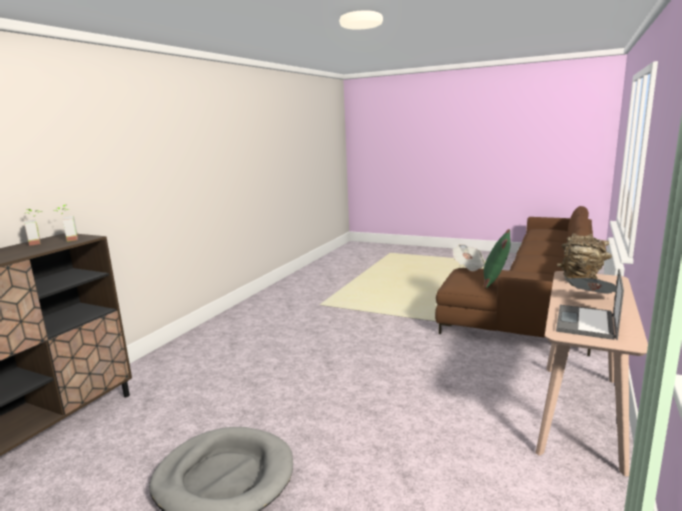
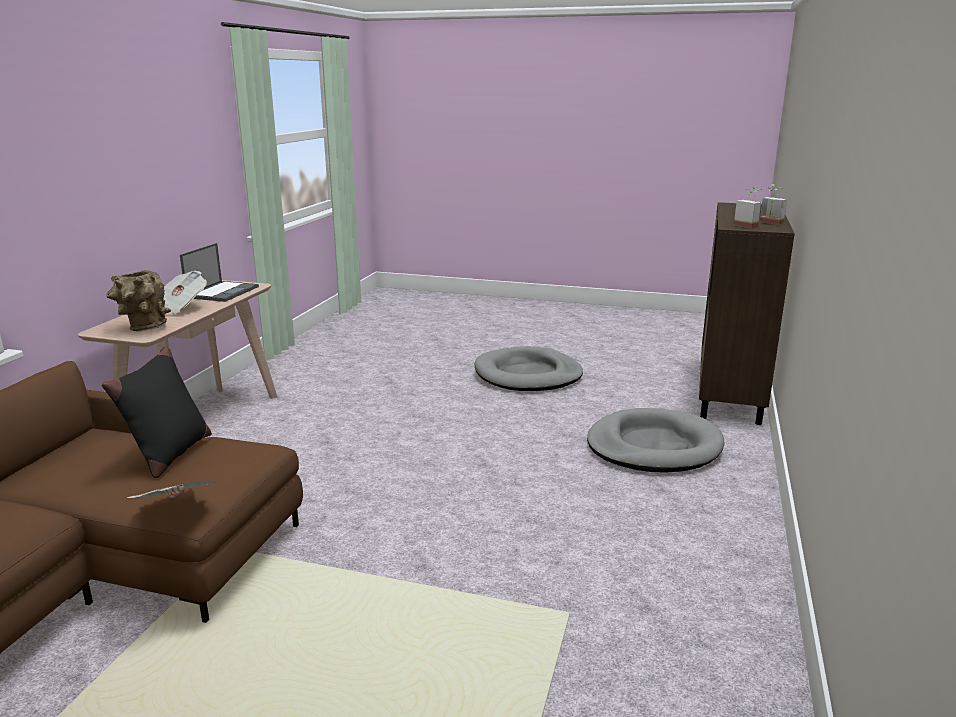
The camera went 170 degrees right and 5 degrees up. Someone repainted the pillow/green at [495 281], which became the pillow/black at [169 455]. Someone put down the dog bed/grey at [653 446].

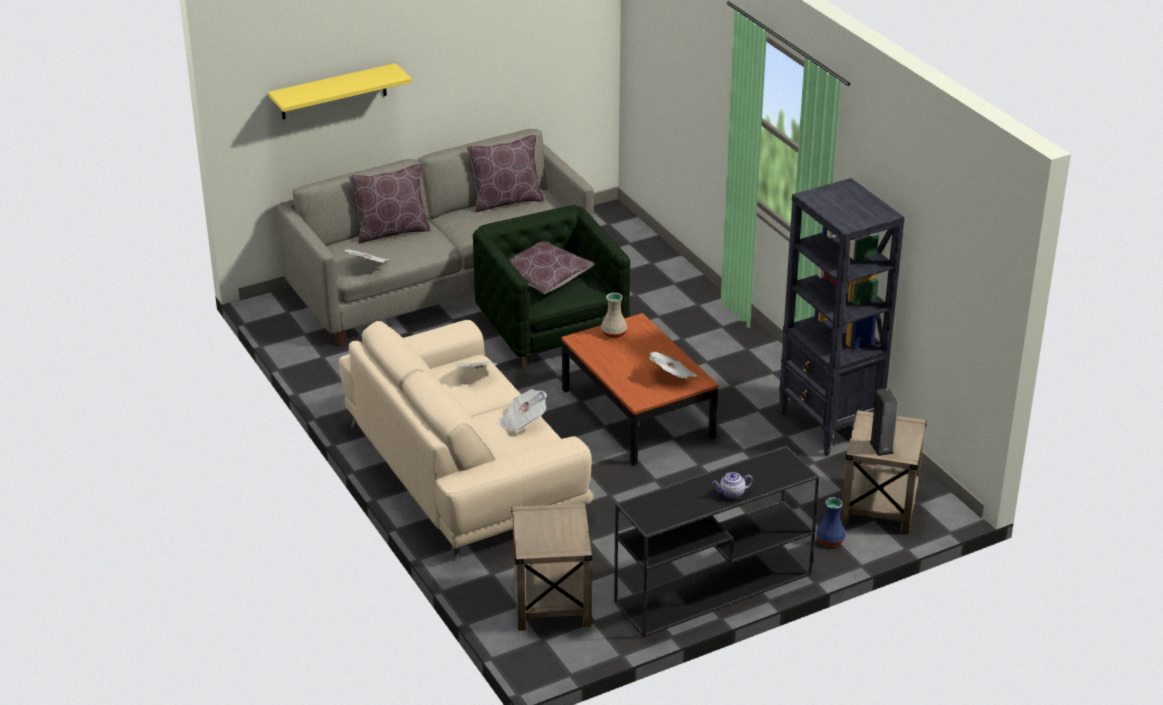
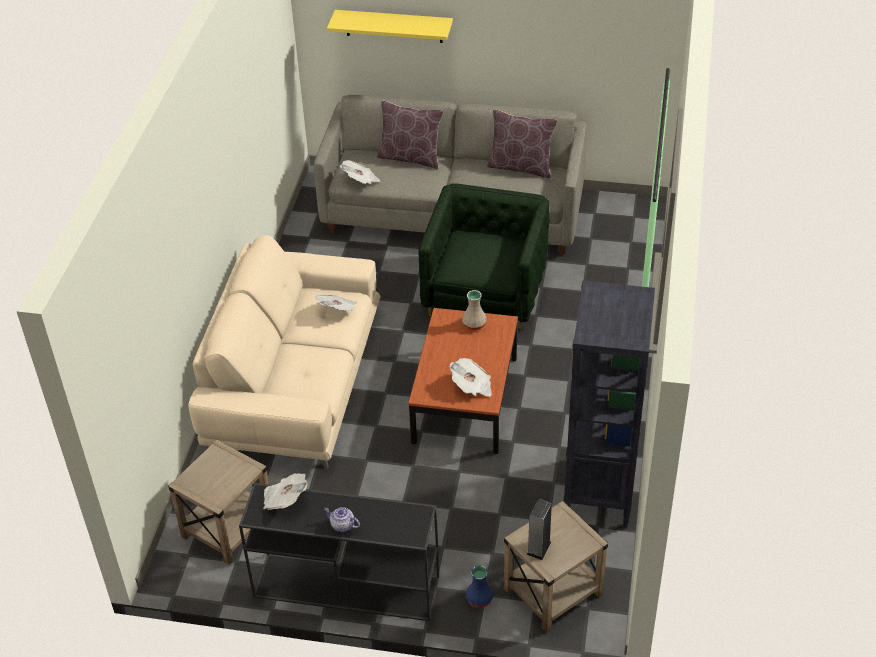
The camera went 40 degrees right and 10 degrees up. Someone carried the newspaper from [522 421] to [285 499]. Someone took away the pillow/brown at [544 278].

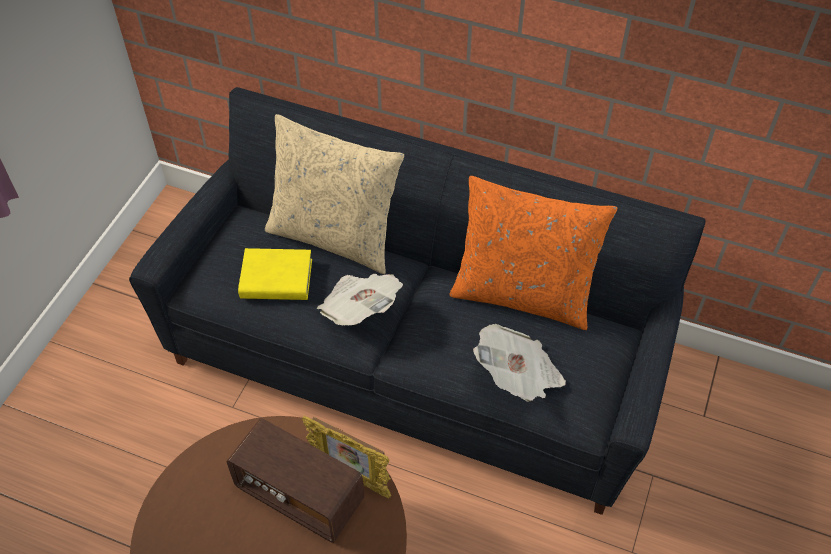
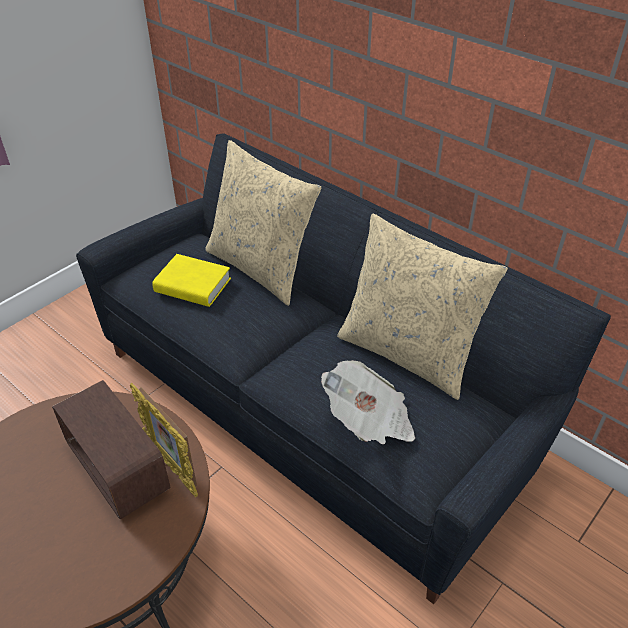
The camera went 20 degrees right and 10 degrees down. Someone took away the newspaper at [360 309]. Someone repainted the pillow/orange at [523 294], which became the pillow/beige at [408 353].

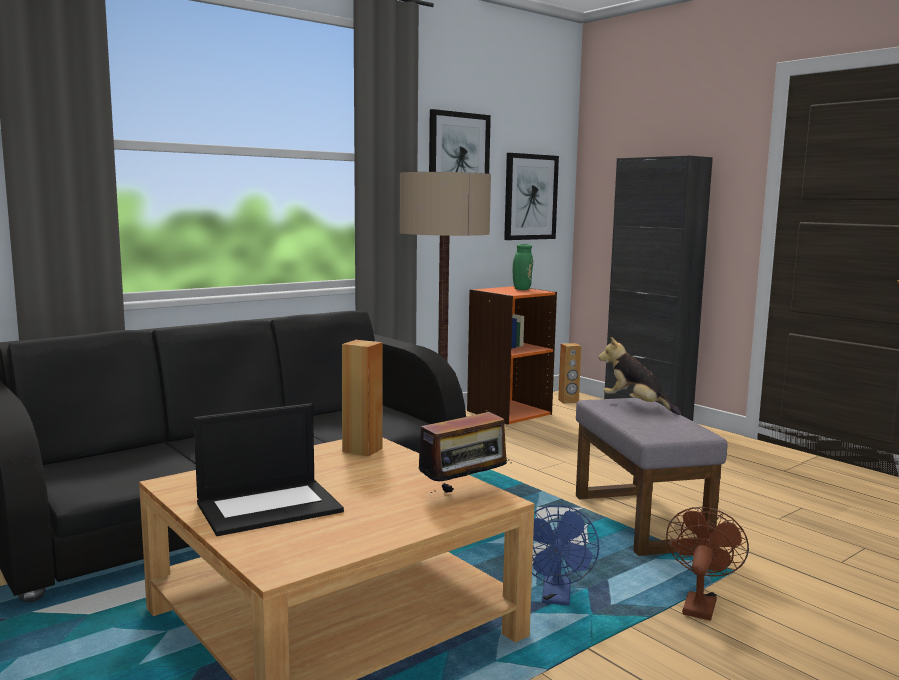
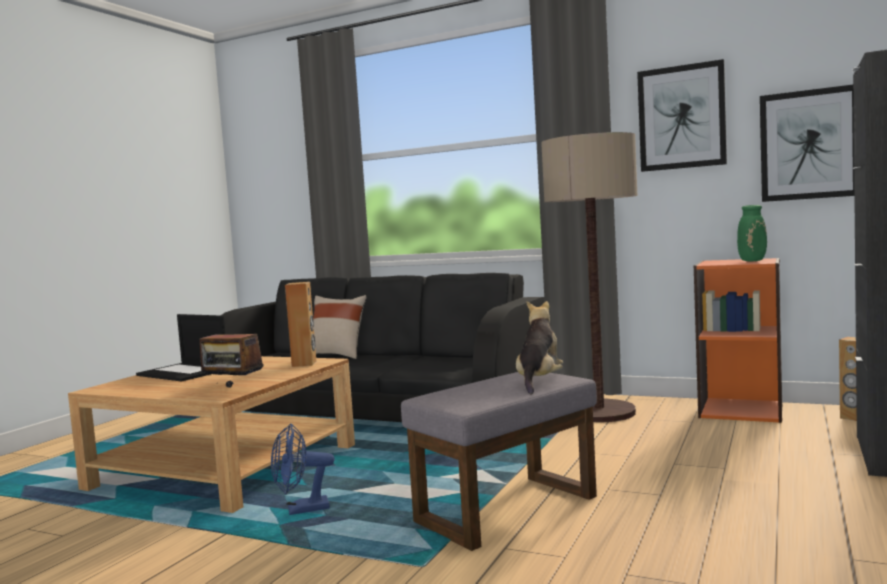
The camera went 65 degrees right and 5 degrees down. Someone took away the fan/brown at [699 604]. Someone put down the pillow/beige at [338 355].

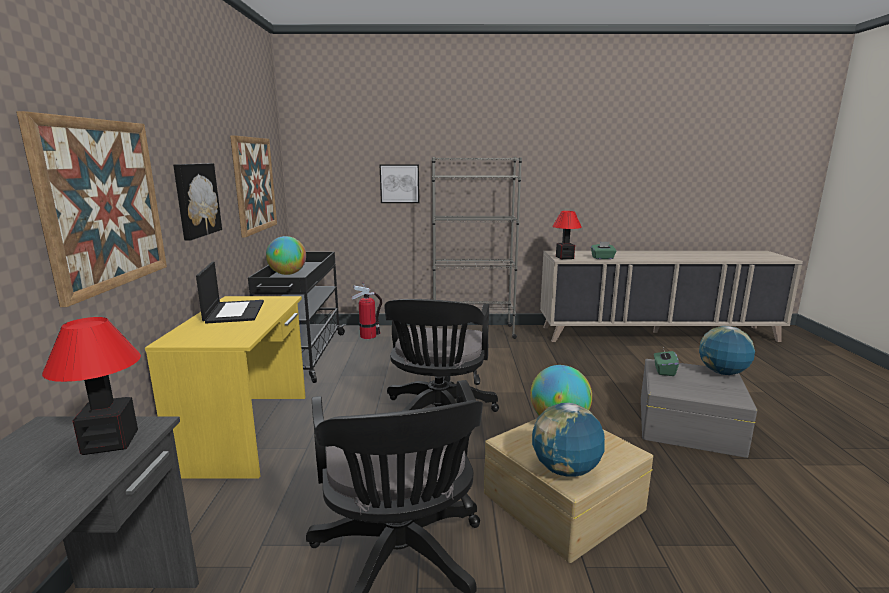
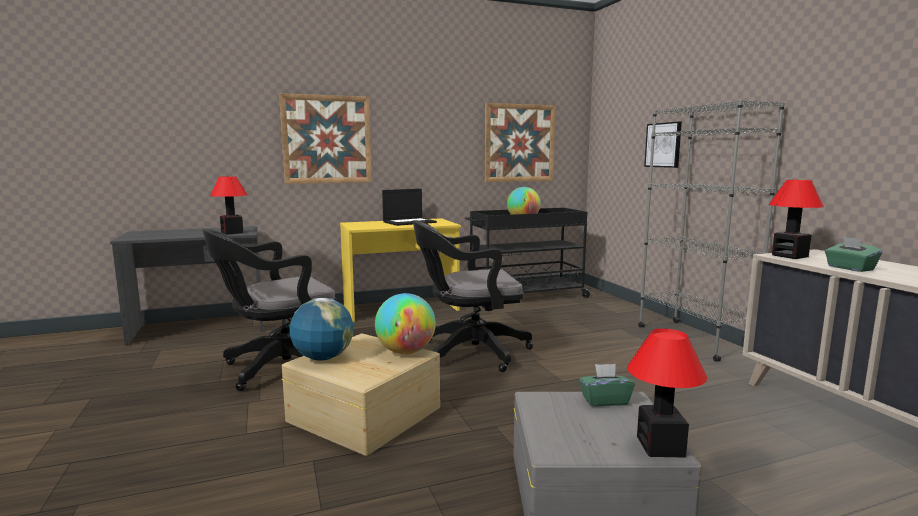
The camera went 70 degrees right and 5 degrees down. Someone took away the picture at [195 200]. Someone took away the fire extinguisher at [368 336]. Someone swapped the globe at [722 372] for the table lamp at [660 446].

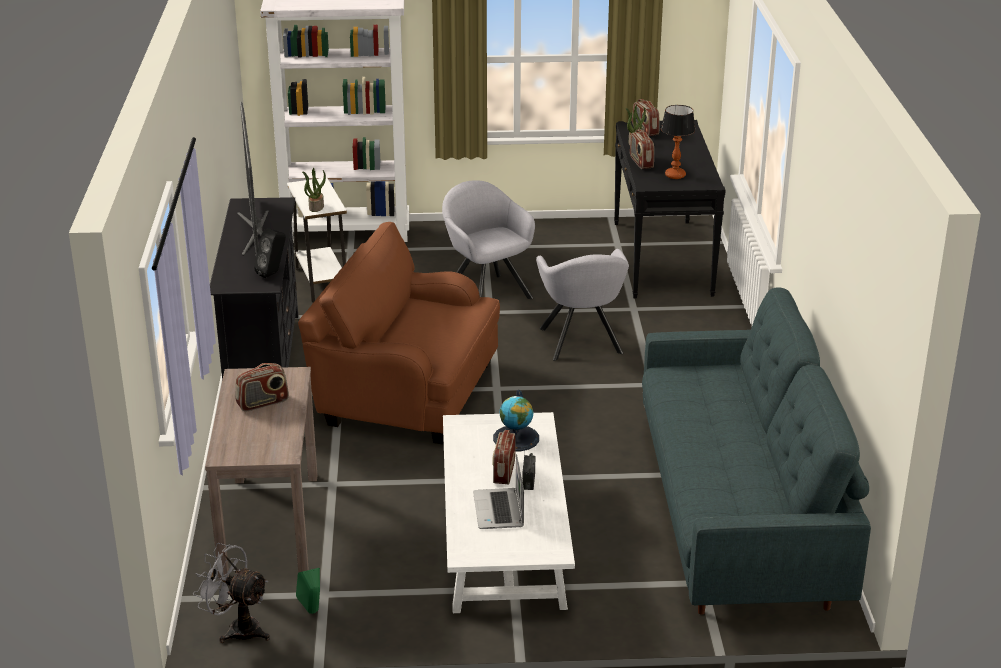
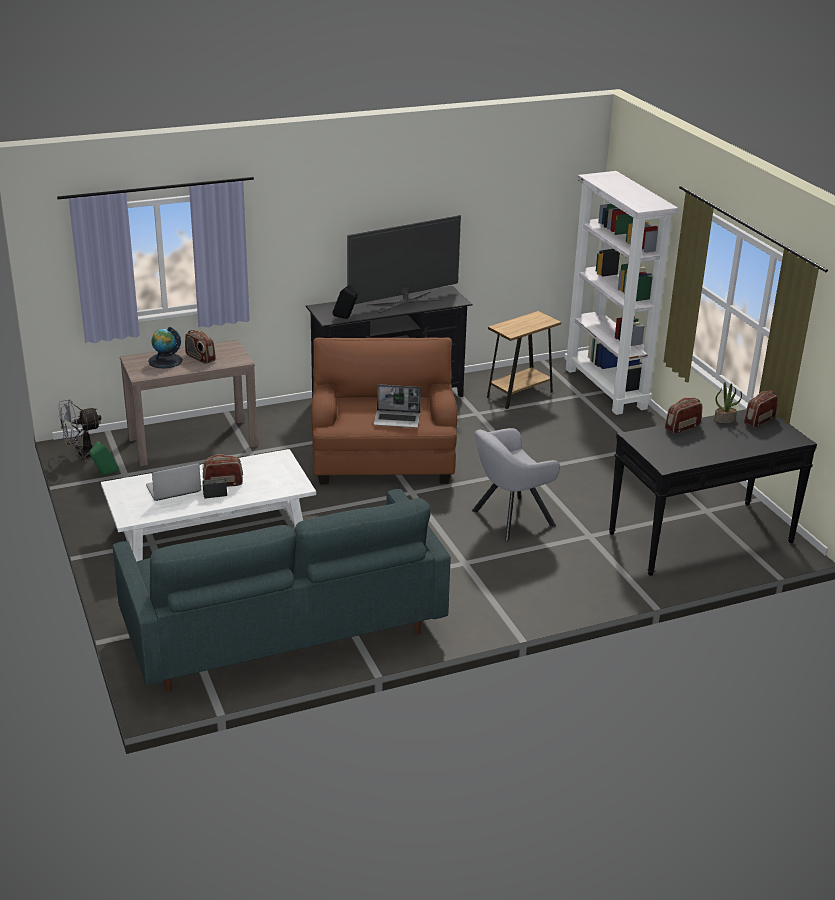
The camera went 70 degrees right and 0 degrees up. Someone rotated the fan/grey at [237 629] by 120 degrees counterclockwise. Someone repainted the side table/white at [321 282], which became the side table/brown at [519 395]. Someone took away the potted plant at [316 207]. Someone took away the armchair/grey at [485 292]. Someone carried the globe from [516 438] to [165 361]. Someone took away the table lamp at [675 175]. Someone put down the laptop at [397 420].

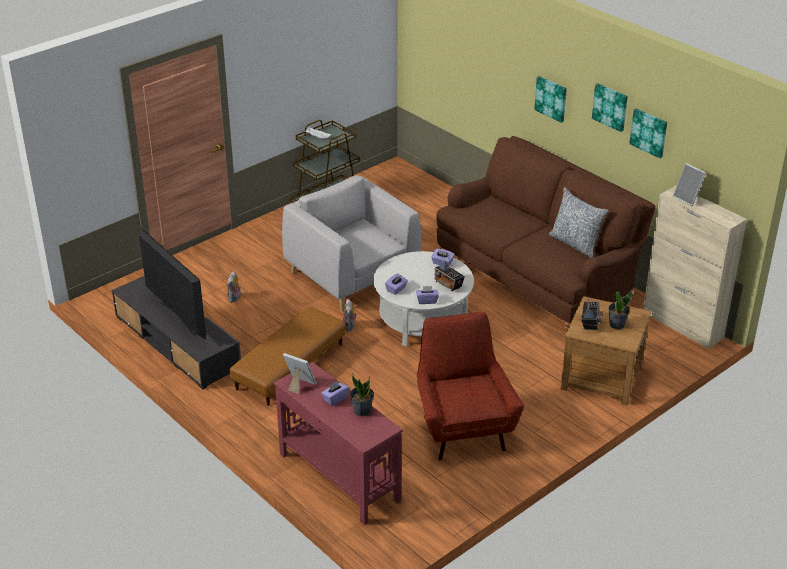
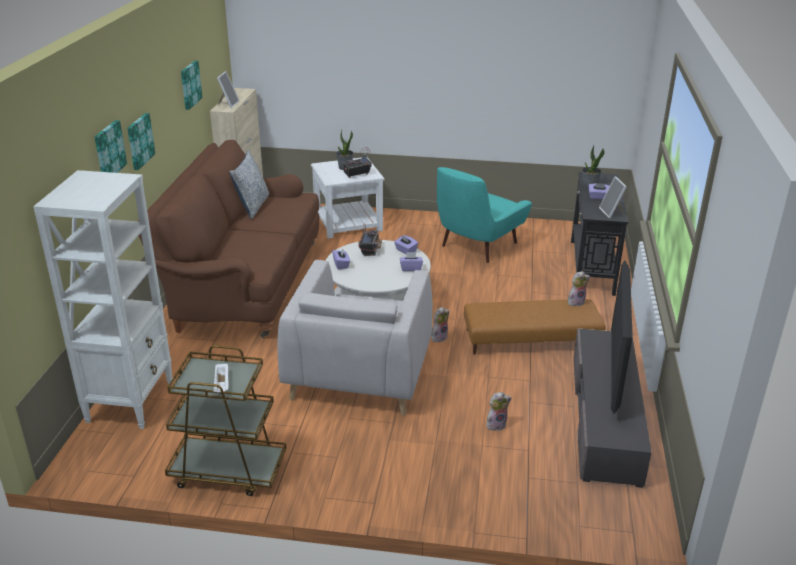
The camera went 130 degrees left and 5 degrees down. Someone repainted the console table/red at [339 477], which became the console table/black at [591 266]. Someone repainted the armchair/red at [462 429], which became the armchair/turquoise at [476 246]. Someone repainted the side table/brown at [602 377], which became the side table/white at [348 222]. Someone carried the picture from [610 106] to [108 150]. Someone put down the bookcase/white at [131 401]. Someone put down the plush toy at [576 302].

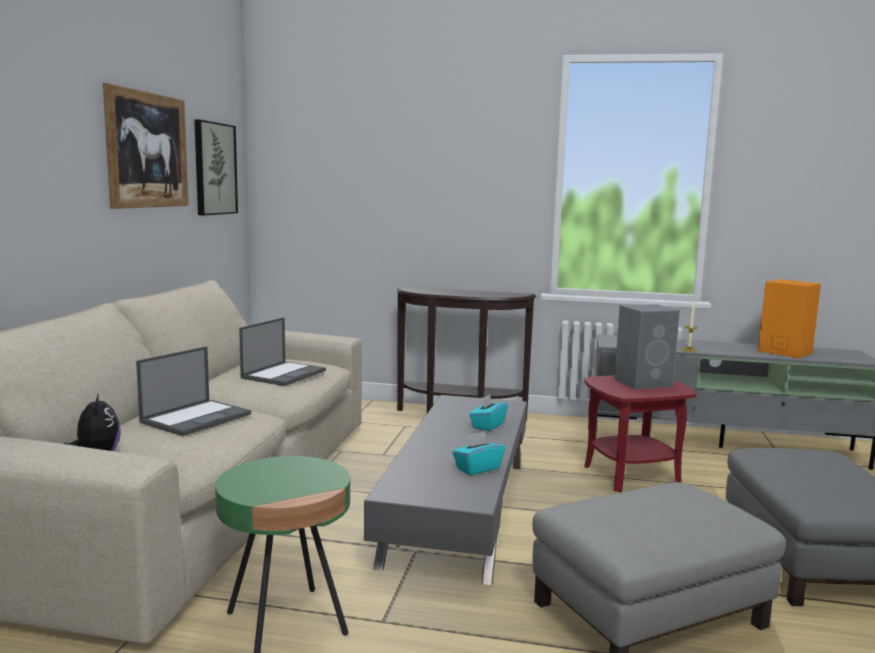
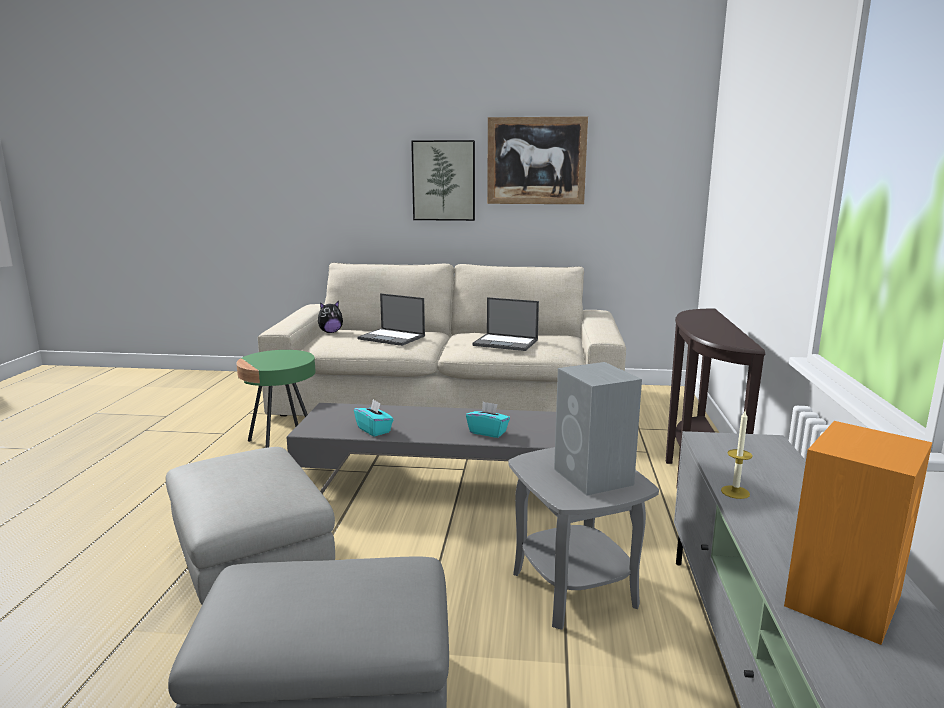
The camera went 85 degrees right and 5 degrees up. Someone carried the picture from [214 168] to [443 180]. Someone repainted the side table/red at [631 475], which became the side table/grey at [575 588].

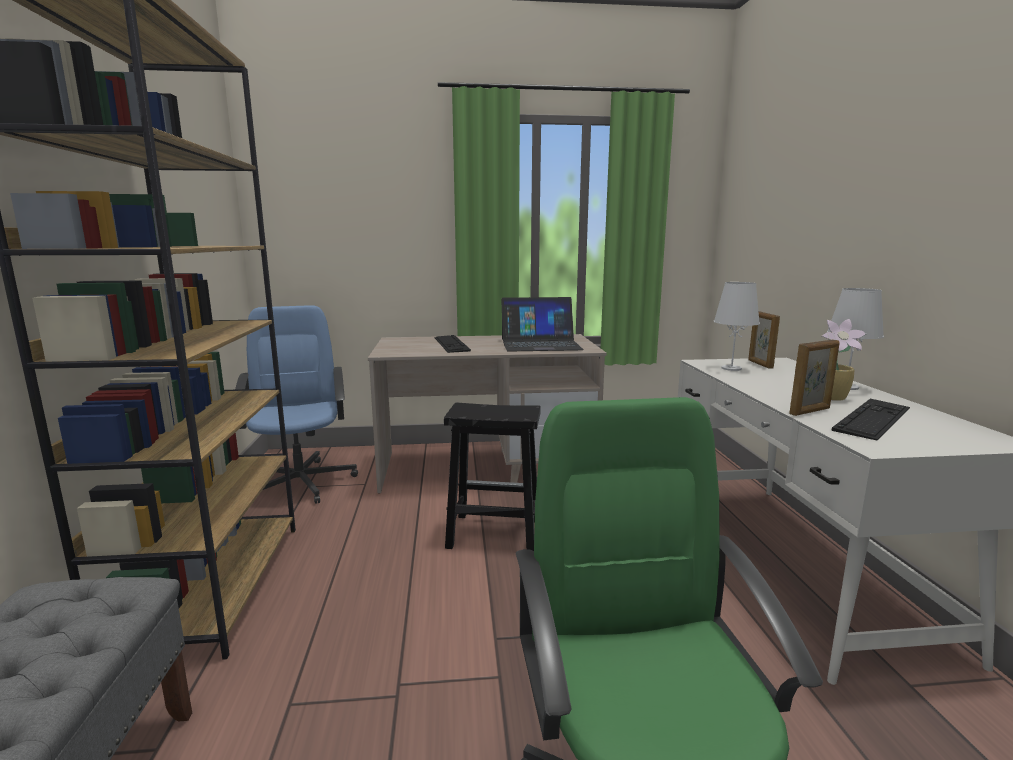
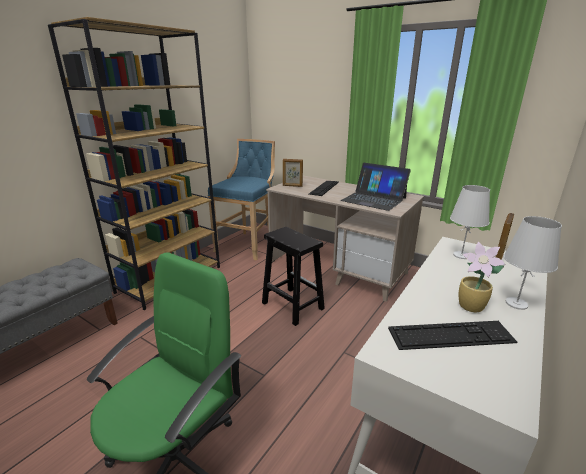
The camera went 40 degrees right and 10 degrees up. Someone swapped the office chair/blue at [301 482] for the stool/blue at [248 244]. Someone carried the picture frame from [810 411] to [292 186].

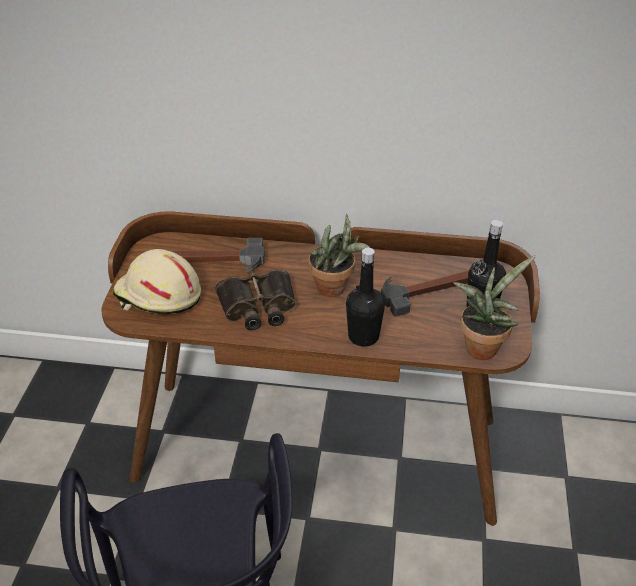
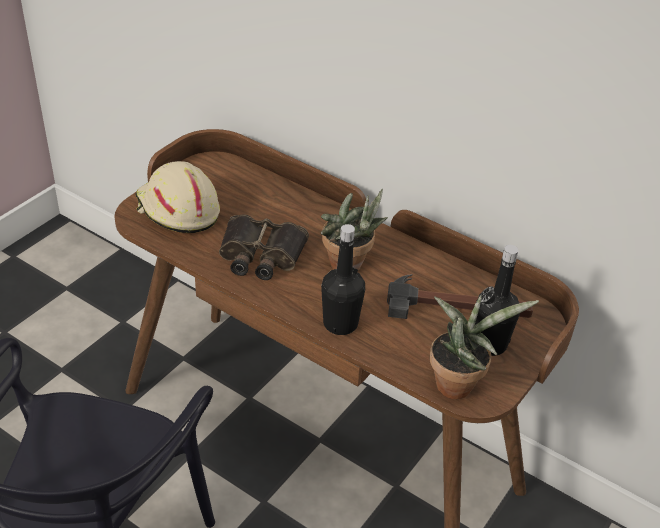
The camera went 25 degrees right and 0 degrees up. Someone took away the hammer at [206 261].

